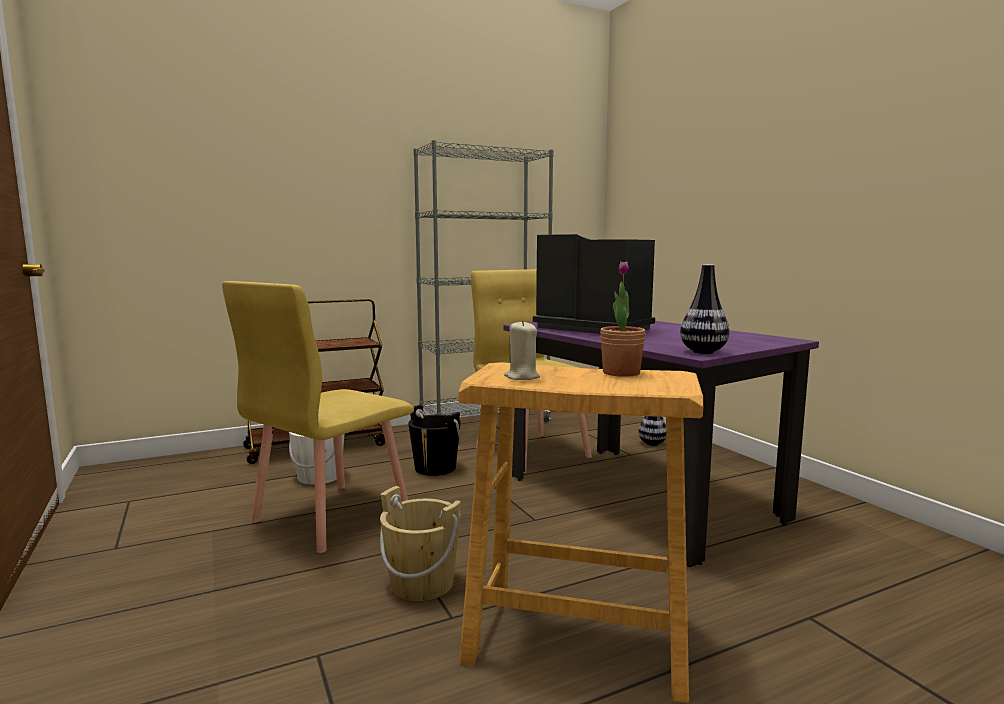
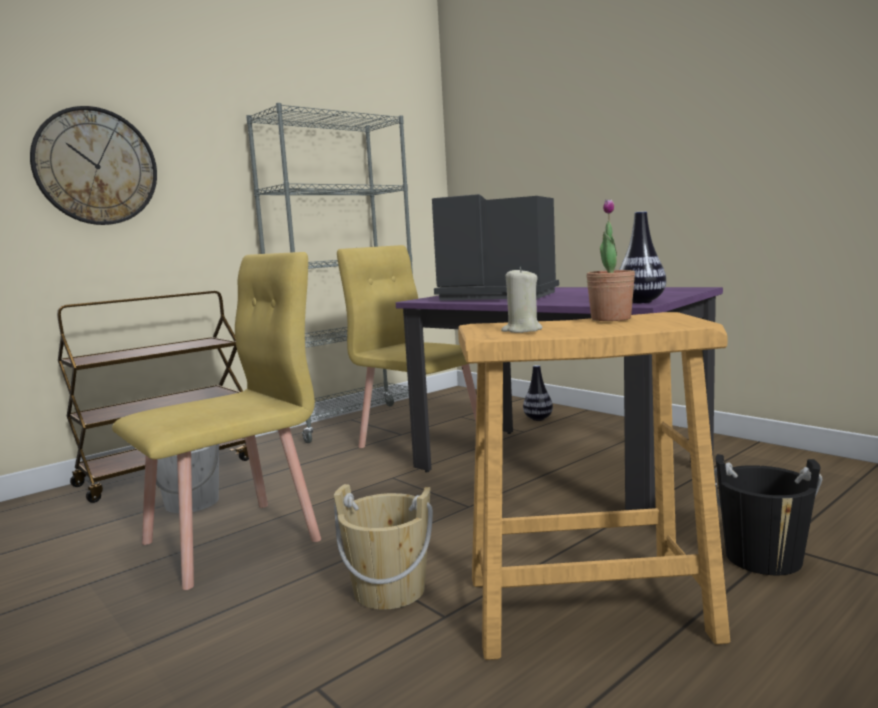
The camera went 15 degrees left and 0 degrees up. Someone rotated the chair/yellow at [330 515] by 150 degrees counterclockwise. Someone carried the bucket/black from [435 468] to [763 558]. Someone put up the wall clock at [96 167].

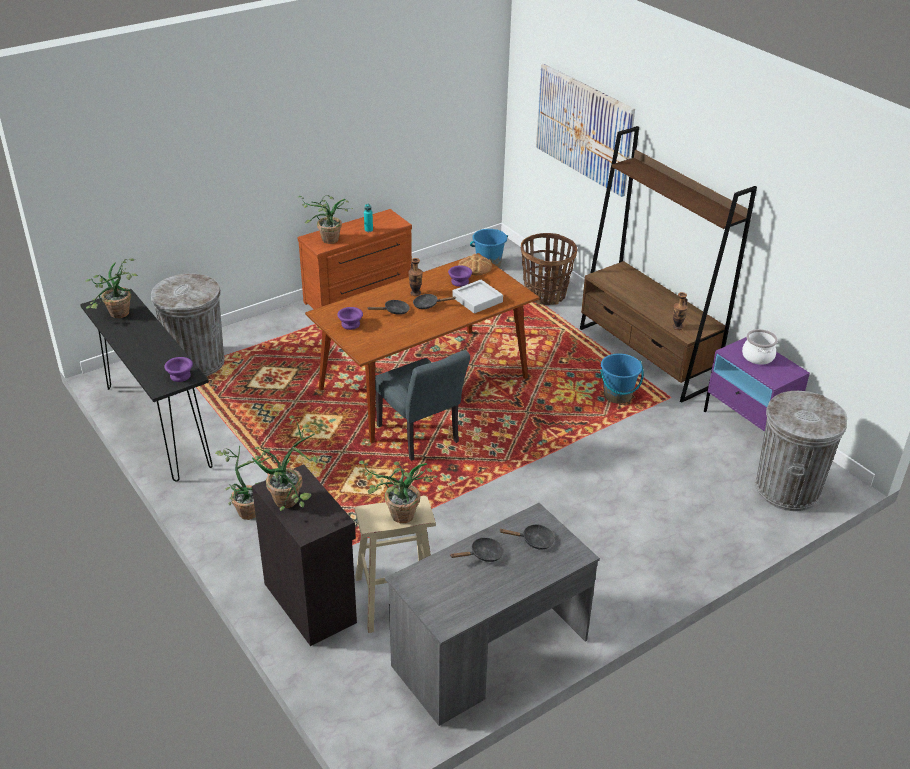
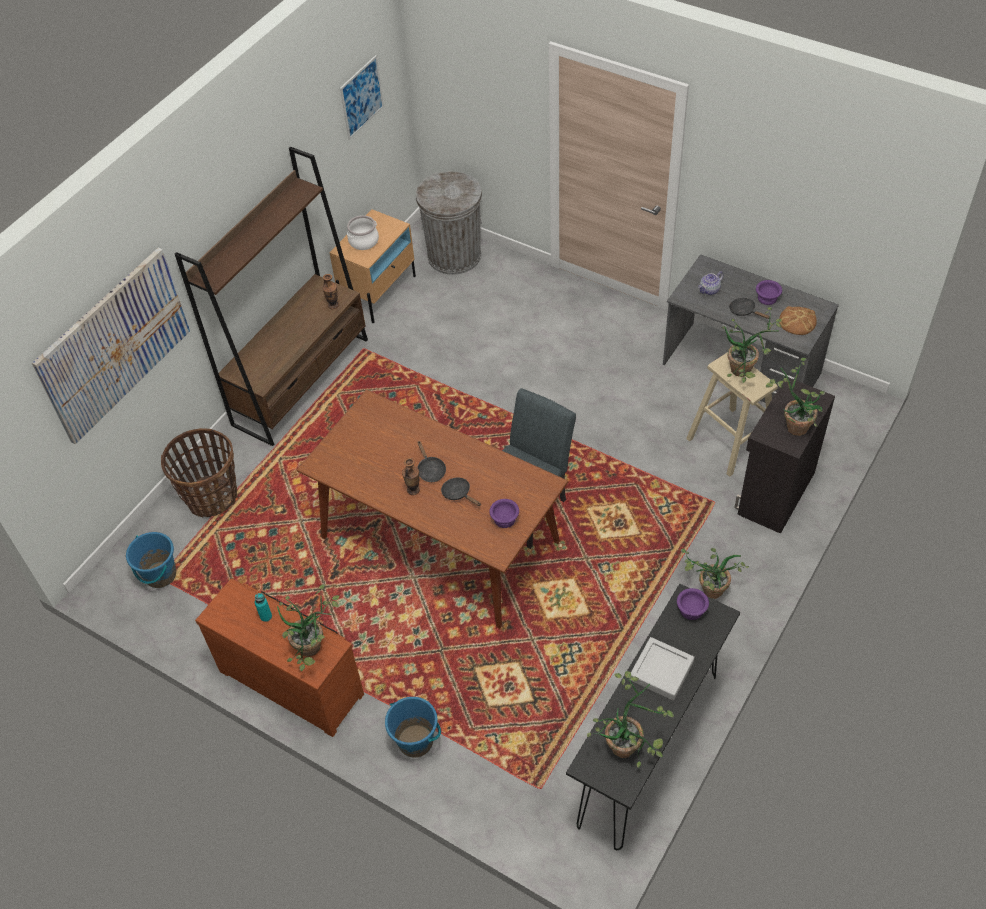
The camera went 110 degrees left and 15 degrees up. Someone took away the trash can/grey at [196 362]. Someone carried the bowl/purple from [459 282] to [767 299]. Someone carried the tray/grey from [477 300] to [661 671]. Someone carried the bread from [475 267] to [797 322]. Someone swapped the frying pan/black at [534 541] for the teapot at [709 290]. Someone carried the bucket/blue from [617 395] to [415 741]. Someone repainted the nightstand/purple at [747 425], which became the nightstand/beige at [379 292]. Someone put up the picture at [361 97].

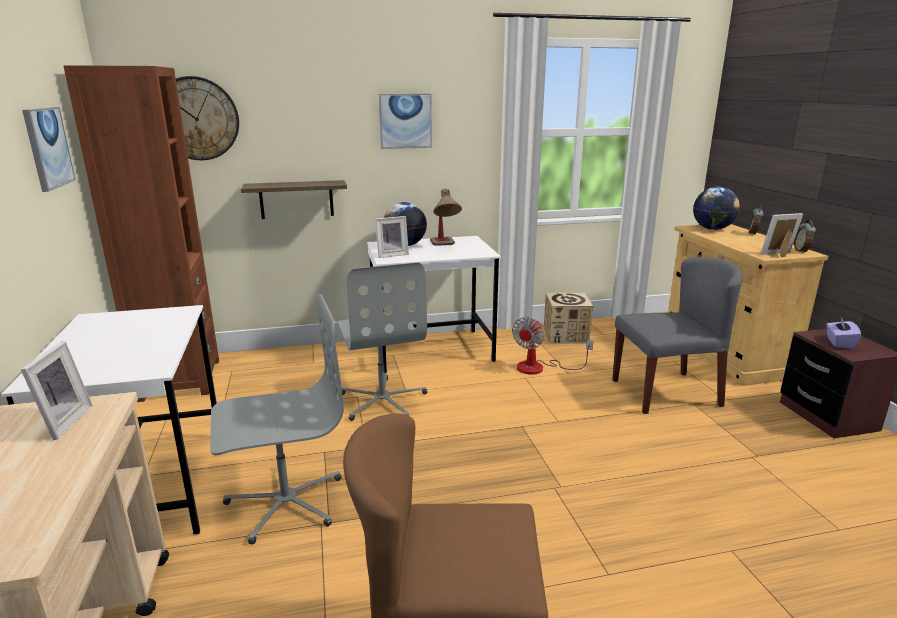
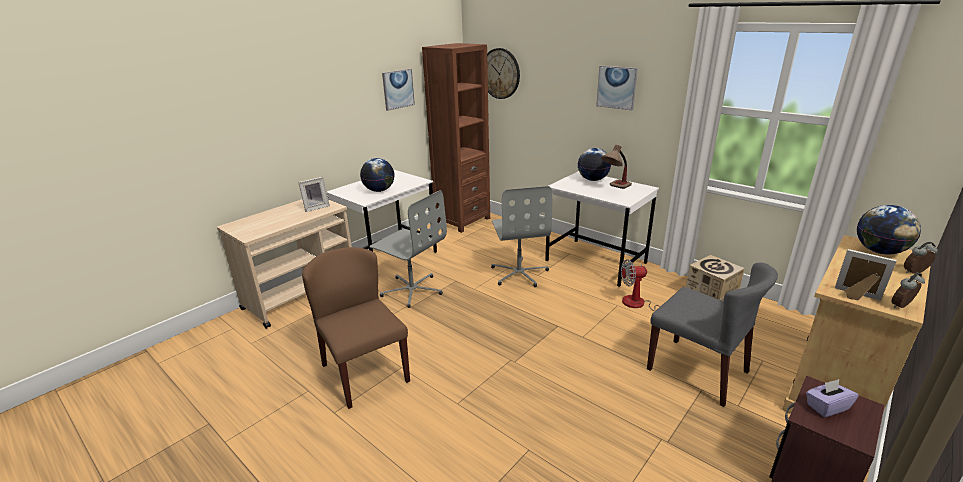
The camera went 55 degrees right and 5 degrees up. Someone took away the shelf at [296 199]. Someone rotated the office chair/grey at [383 400] by 45 degrees counterclockwise. Someone took away the picture frame at [391 254]. Someone put down the globe at [379 190].

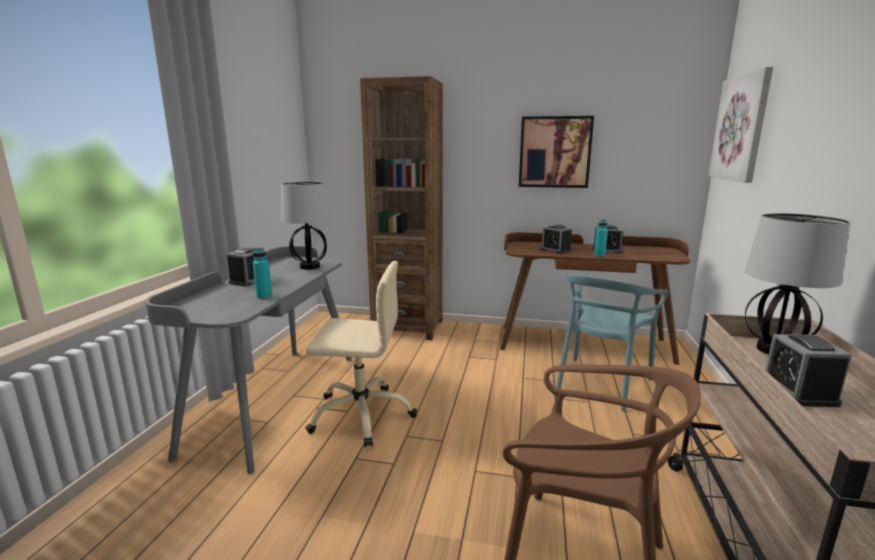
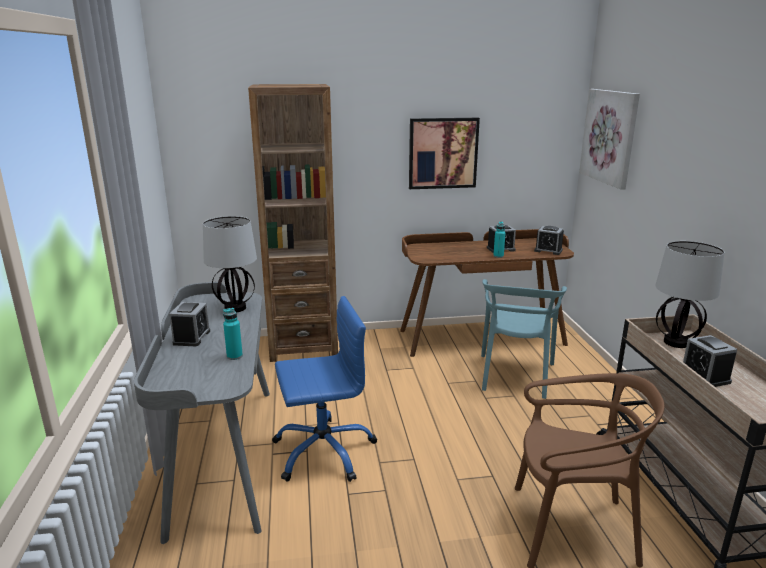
The camera went 20 degrees left and 5 degrees up. Someone repainted the office chair/beige at [362 414], which became the office chair/blue at [323 451]. Someone carried the alarm clock from [555 250] to [548 250].

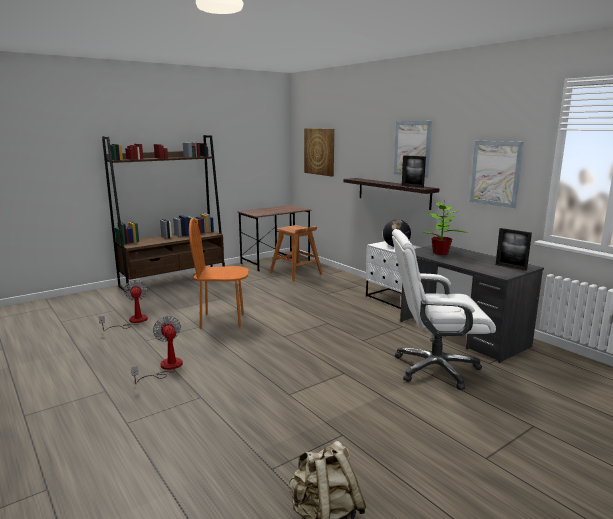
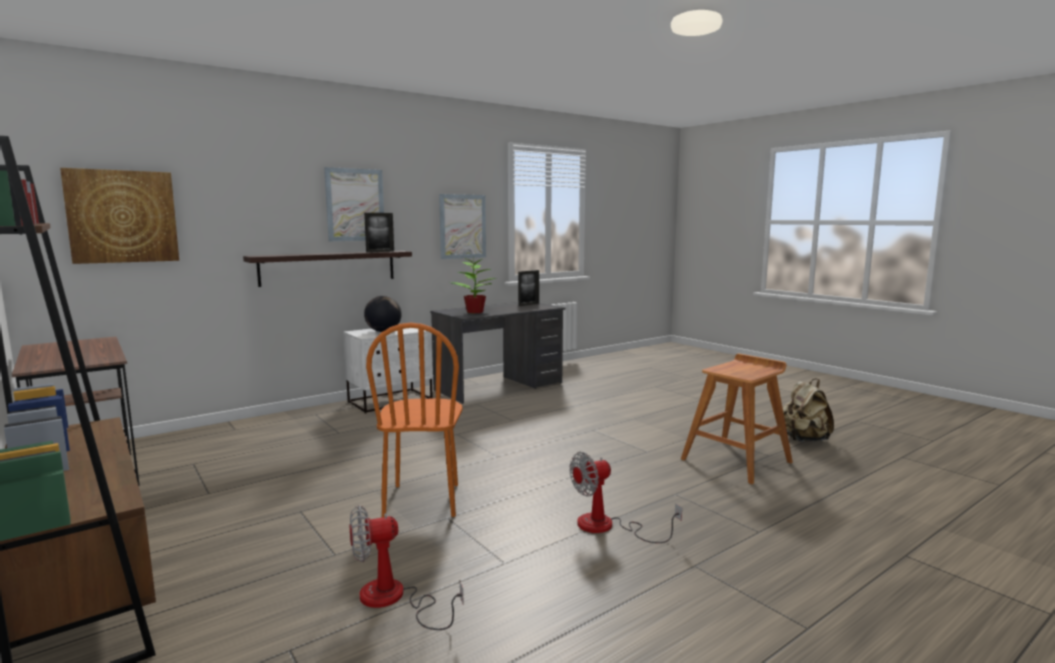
The camera went 90 degrees left and 5 degrees down. Someone carried the stool/brown from [296 273] to [737 460]. Someone took away the office chair/white at [434 368].

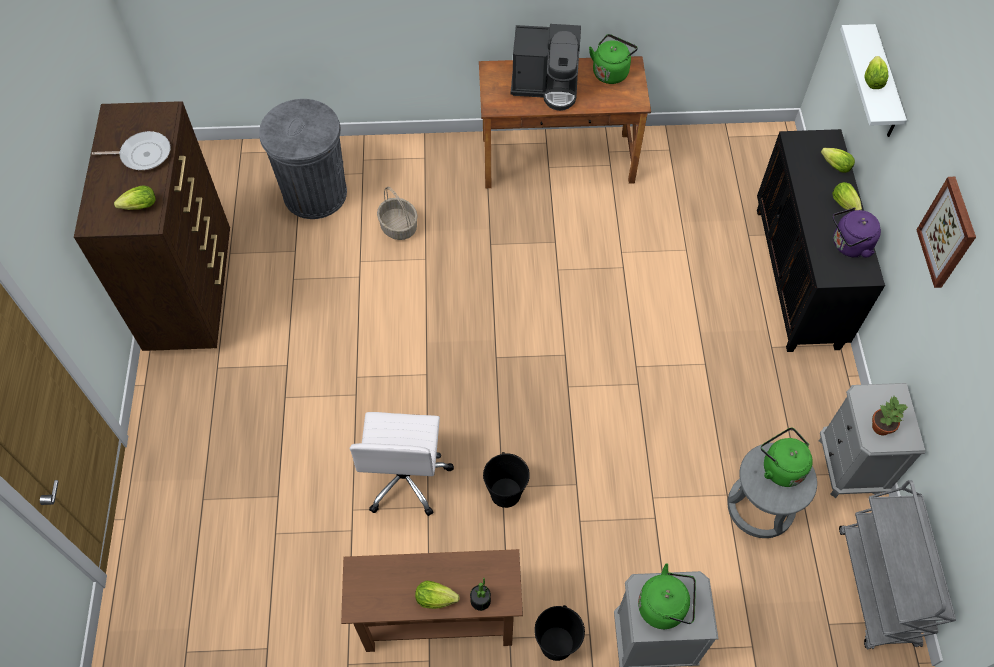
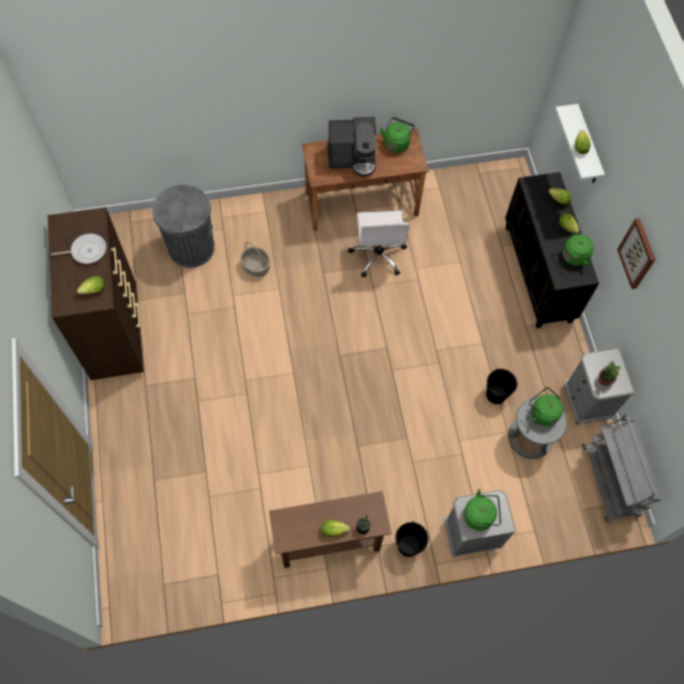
The camera went 10 degrees left and 5 degrees up. Someone carried the office chair/white from [405 477] to [378 255]. Someone carried the bucket/black from [505 493] to [496 394]. Someone repainted the kettle/purple at [849 245], which became the kettle/green at [573 257].

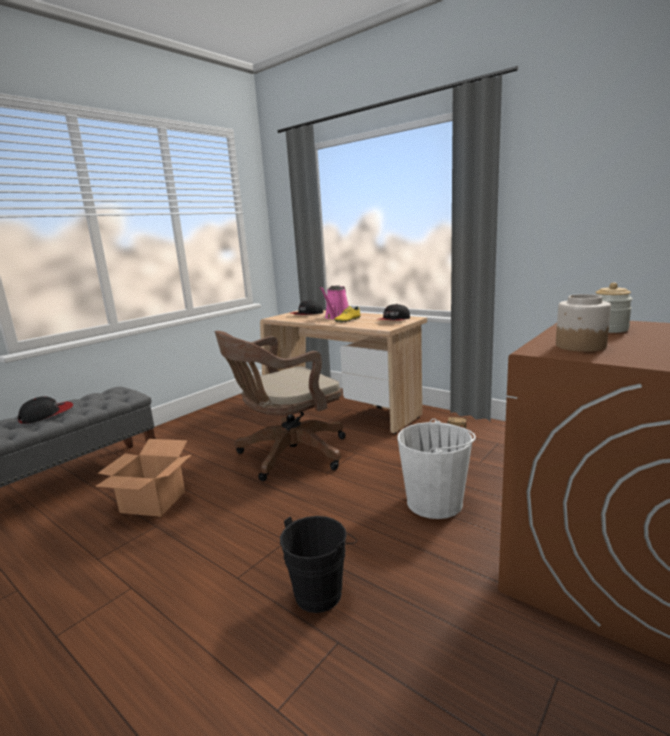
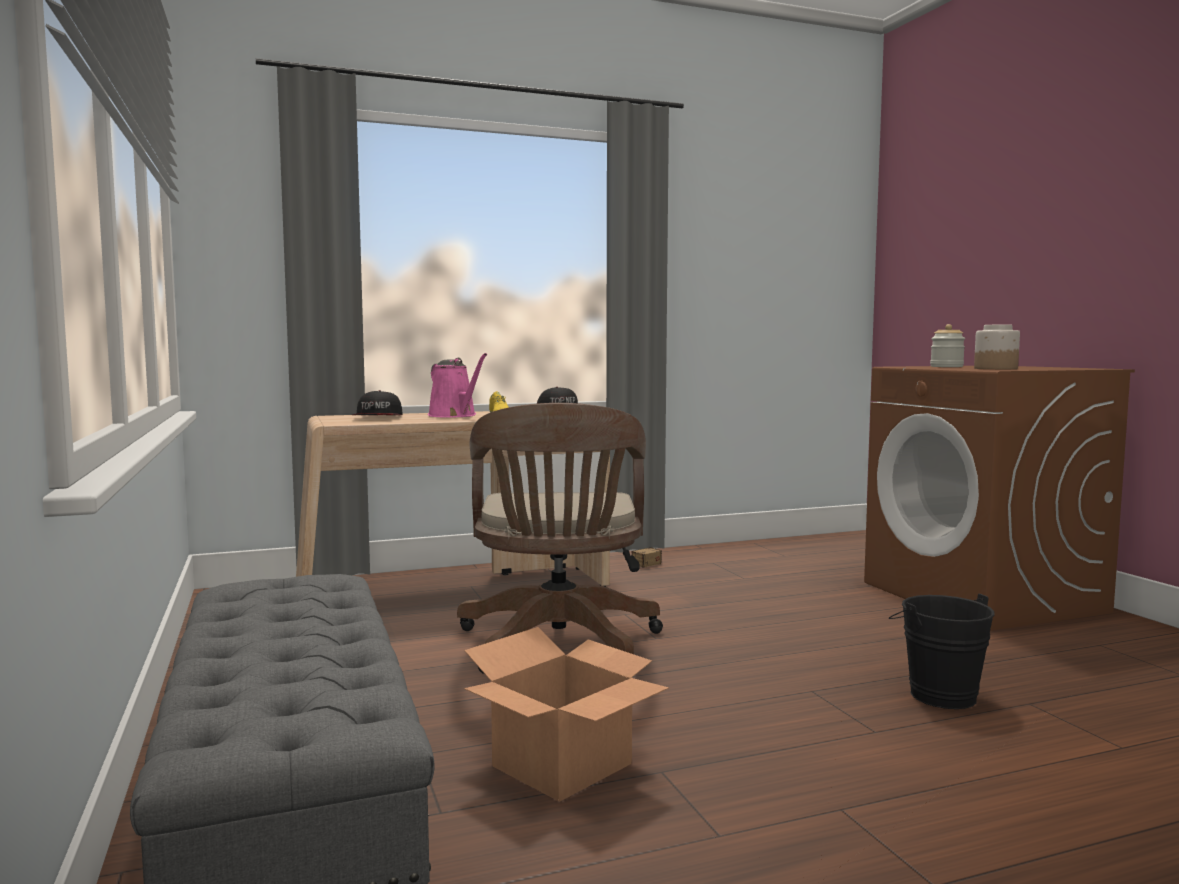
The camera went 60 degrees left and 10 degrees down. Someone took away the cap at [47 414]. Someone took away the bucket/white at [435 502].

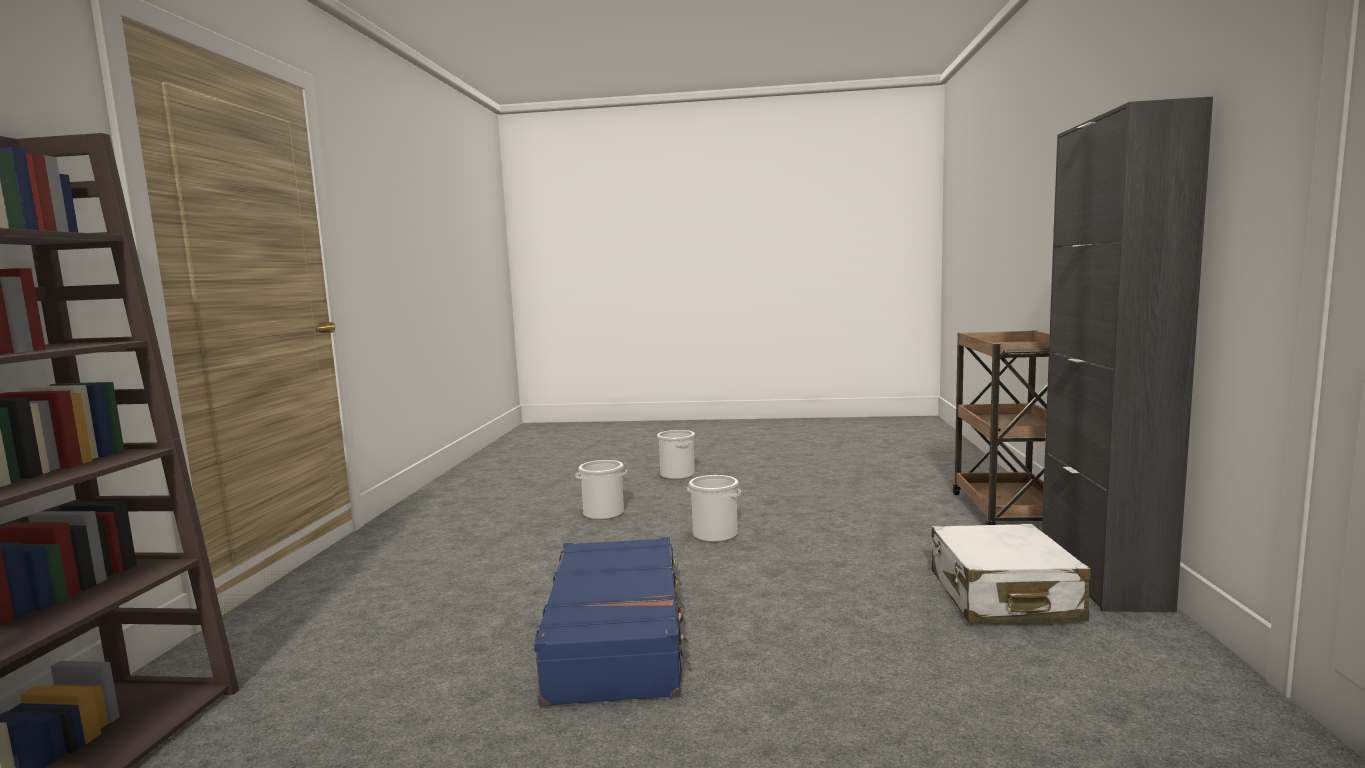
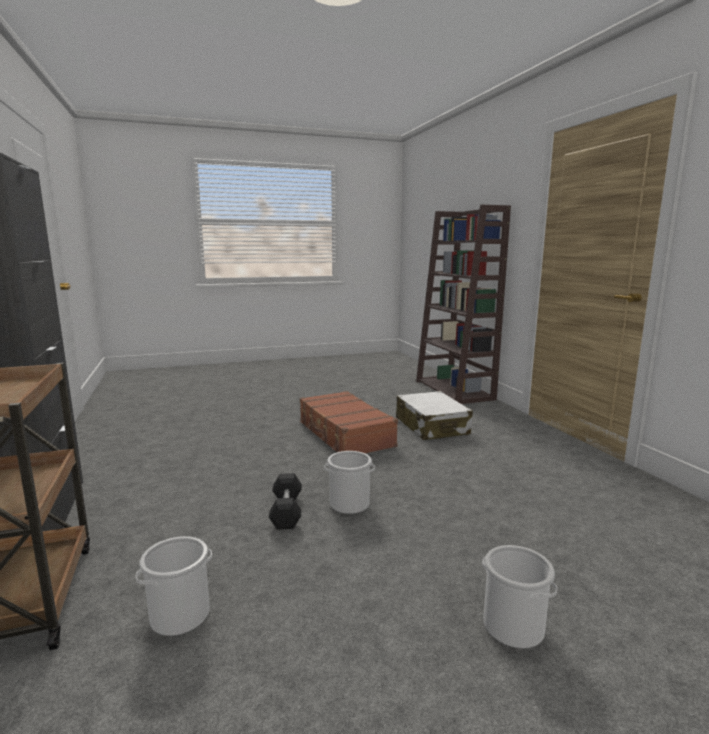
The camera went 155 degrees right and 5 degrees up. Someone repainted the suitcase/blue at [618 637], which became the suitcase/brown at [345 434]. Someone carried the bucket from [604 513] to [179 616]. Someone carried the suitcase/white from [1002 596] to [432 426]. Someone put down the dumbbell/black at [286 511].

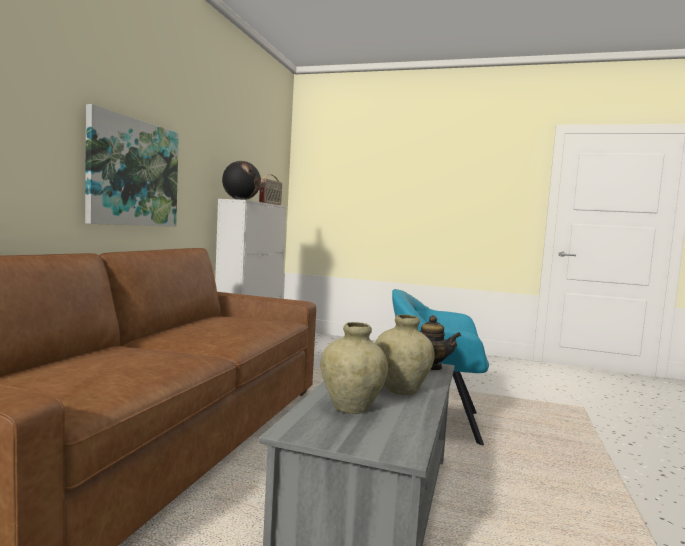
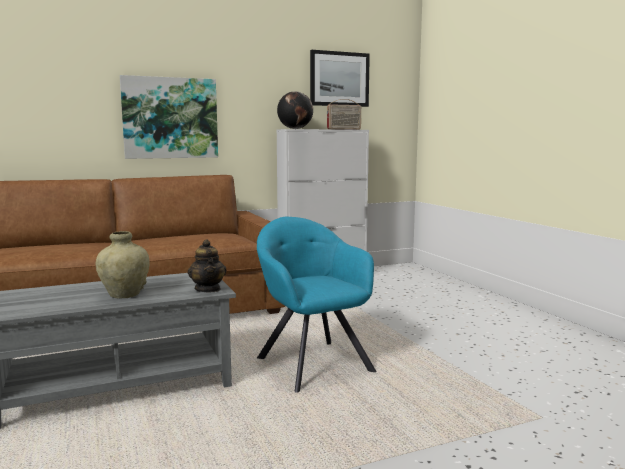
The camera went 50 degrees right and 5 degrees up. Someone took away the vase/beige at [351 407]. Someone put up the picture at [339 79].

